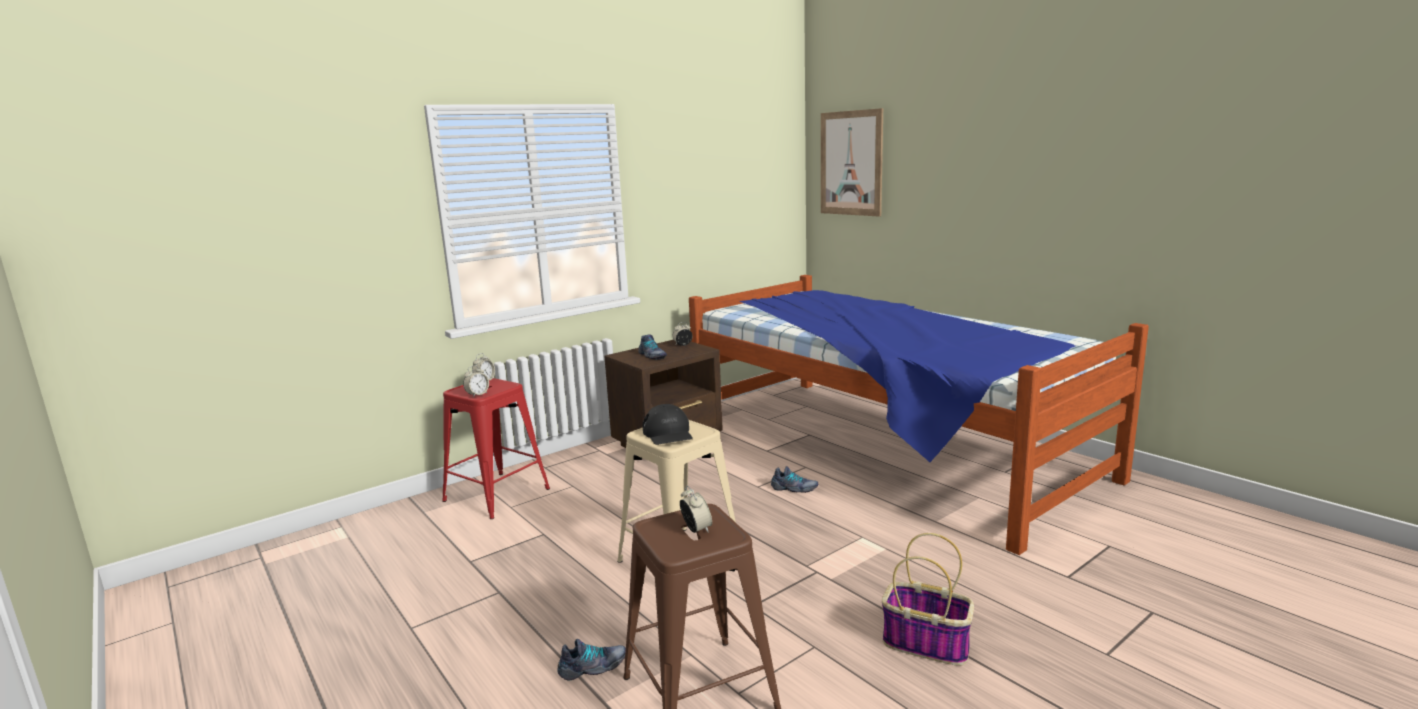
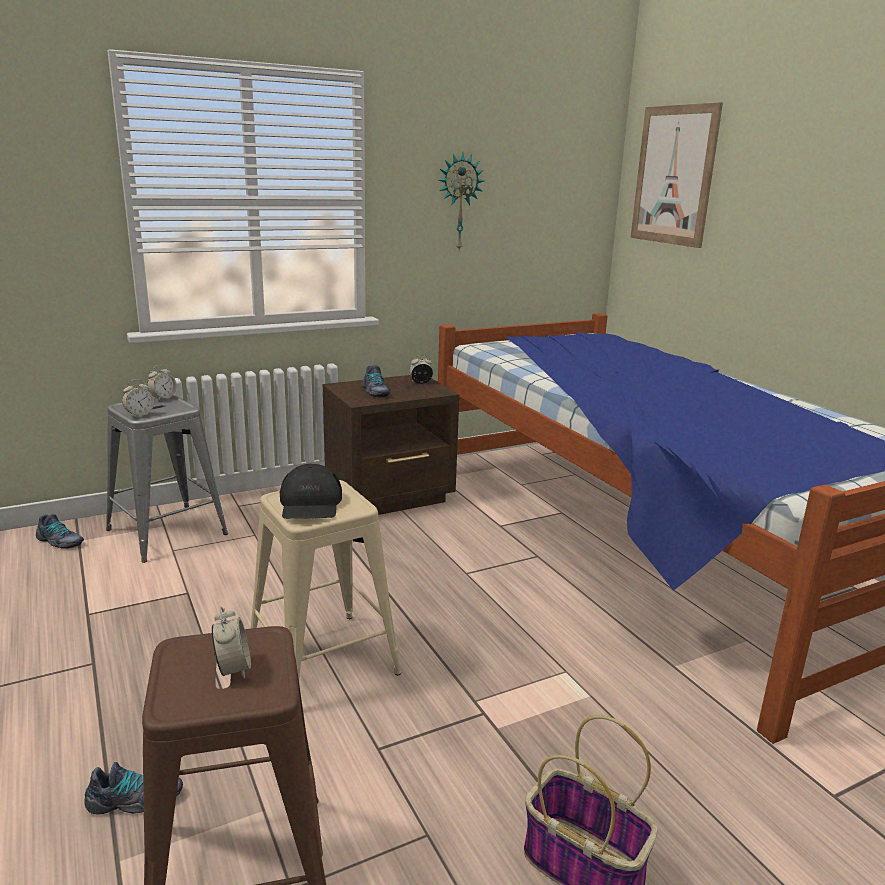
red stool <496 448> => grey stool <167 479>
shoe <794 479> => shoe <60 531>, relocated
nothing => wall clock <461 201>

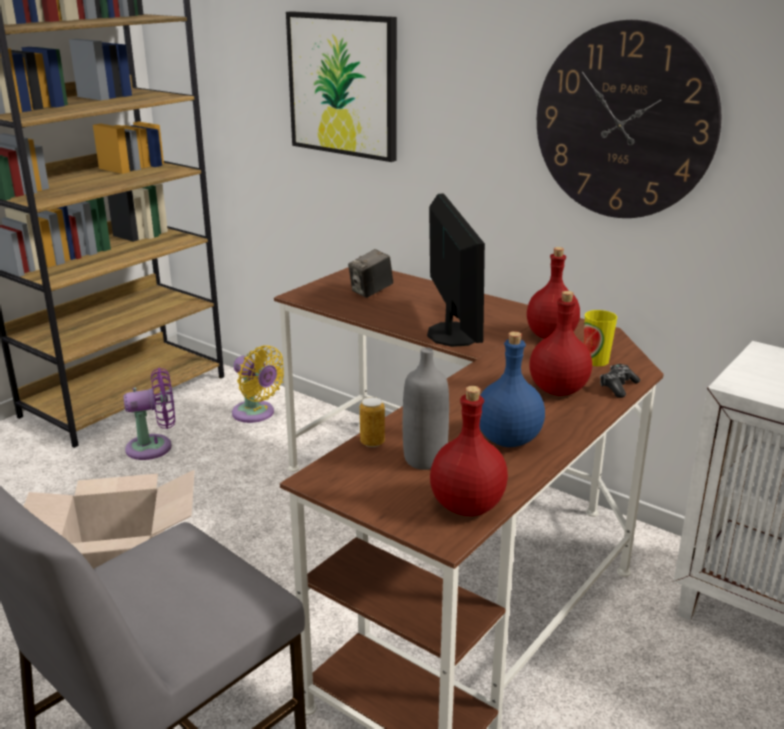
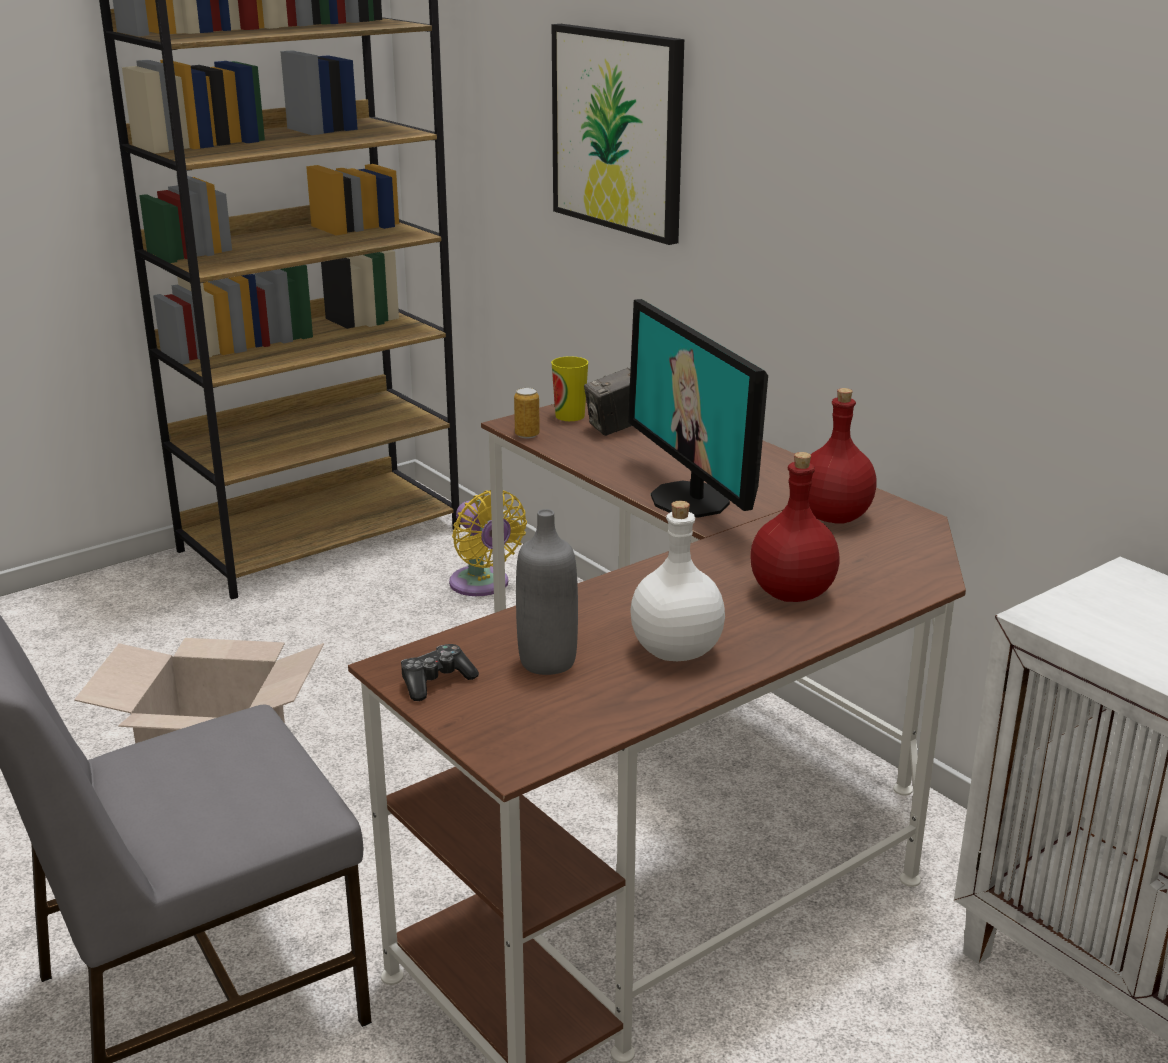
wall clock <629 119> => nothing
monitor <456 270> => monitor <698 408>, 150 degrees clockwise
cup <600 338> => cup <569 388>, relocated
blue bottle <512 389> => white bottle <677 581>
game controller <620 381> => game controller <440 672>, relocated
purple fan <149 414> => nothing
red bottle <469 451> => nothing
can <372 422> => can <527 413>, relocated

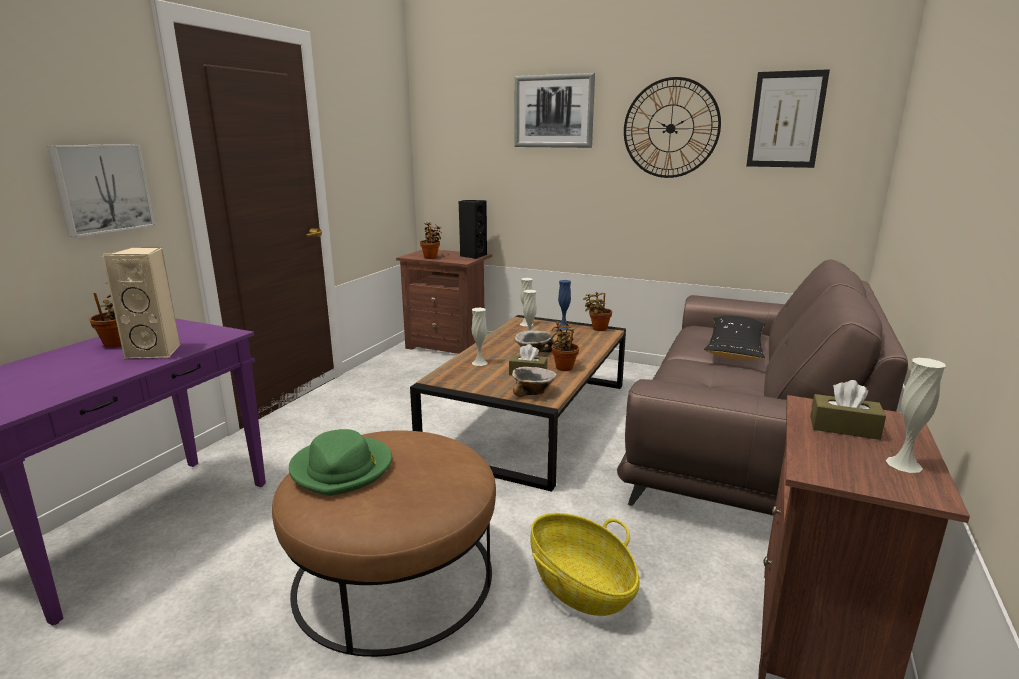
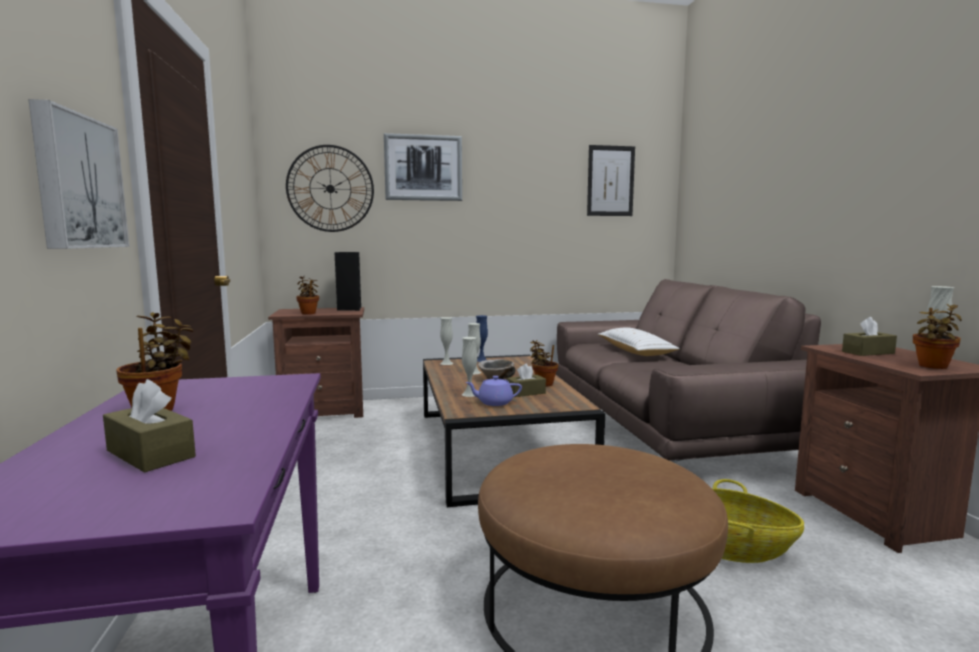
wall clock <672 127> => wall clock <330 188>, relocated
beige speaker <141 303> => nothing
potted plant <597 311> => potted plant <937 336>, relocated
black pillow <734 337> => white pillow <639 341>
bowl <534 382> => nothing
green hat <340 462> => nothing
nothing => purple teapot <493 391>
nothing => brown tissue box <149 426>

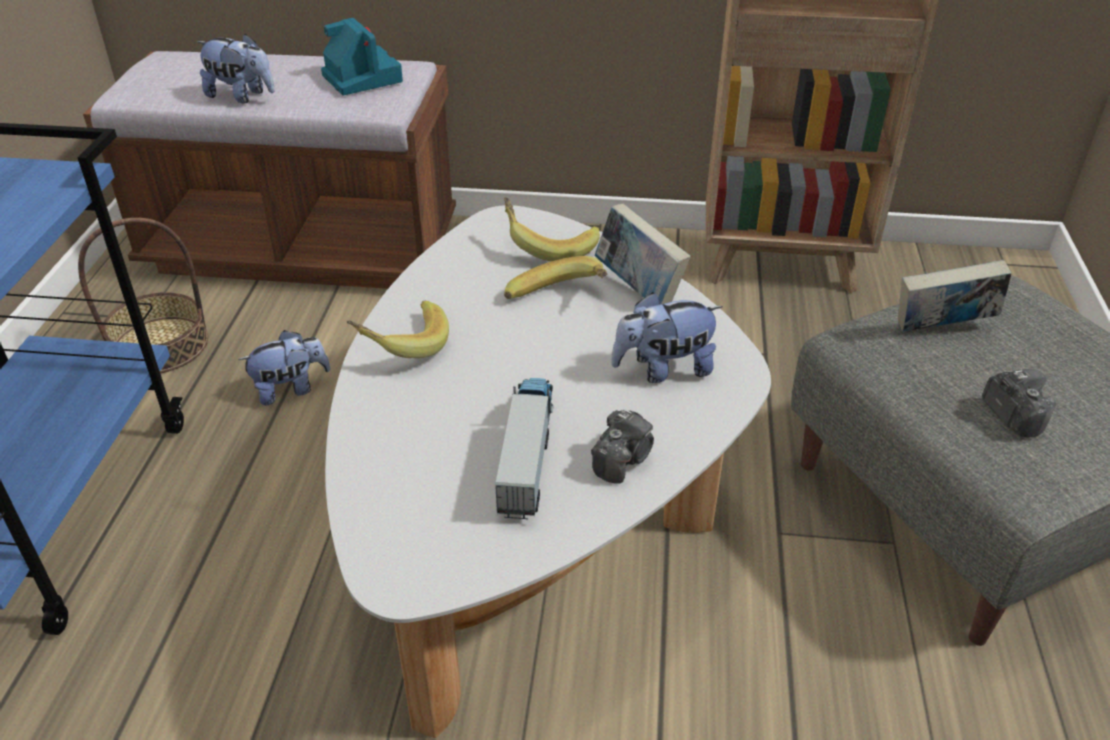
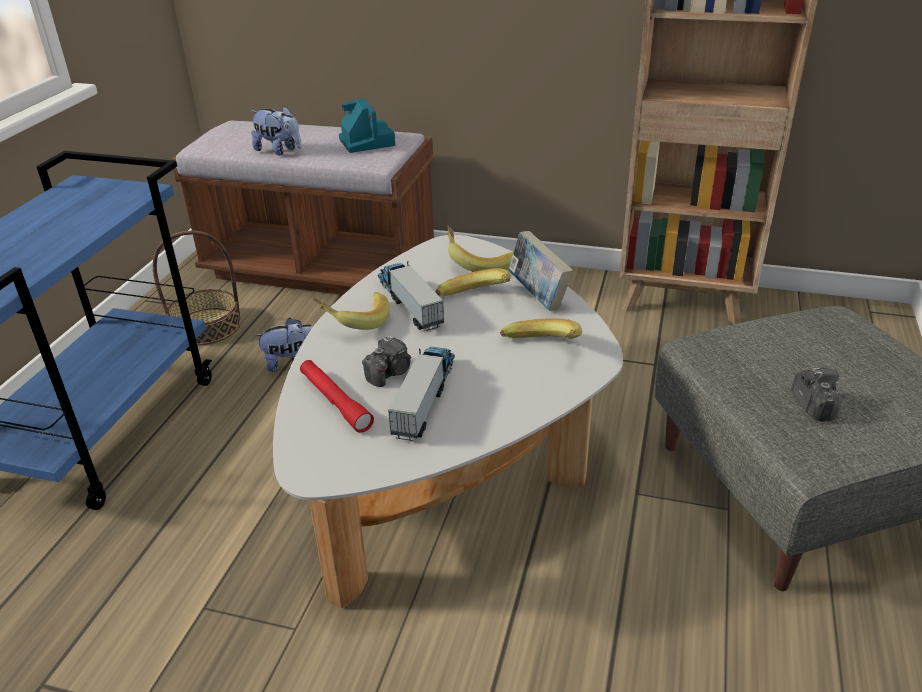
book <954 296> => nothing
plush toy <667 337> => banana <541 328>
photo camera <622 446> => photo camera <386 361>, relocated
nothing => toy truck <411 296>
nothing => red flashlight <337 396>

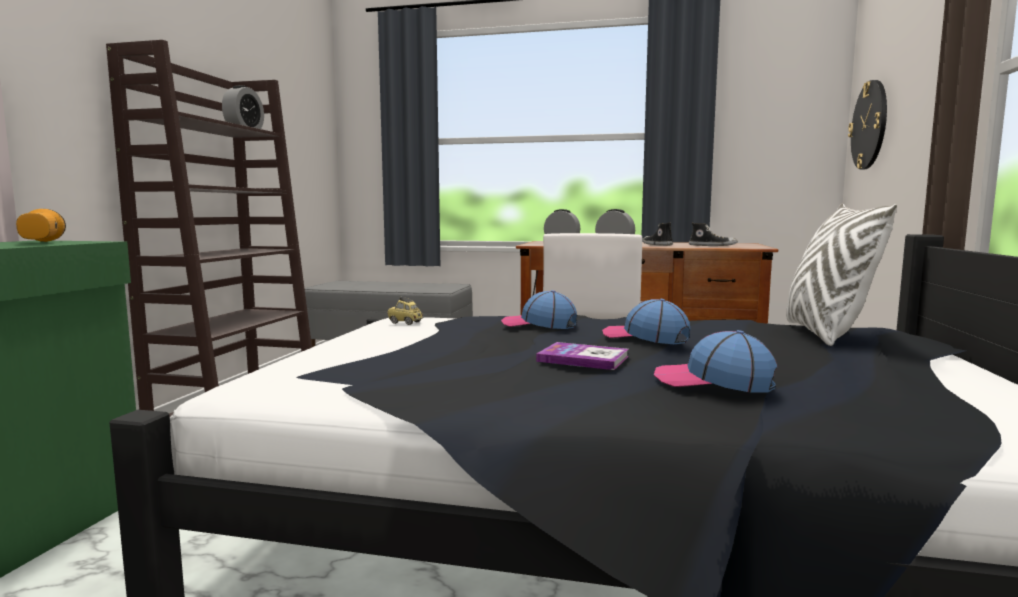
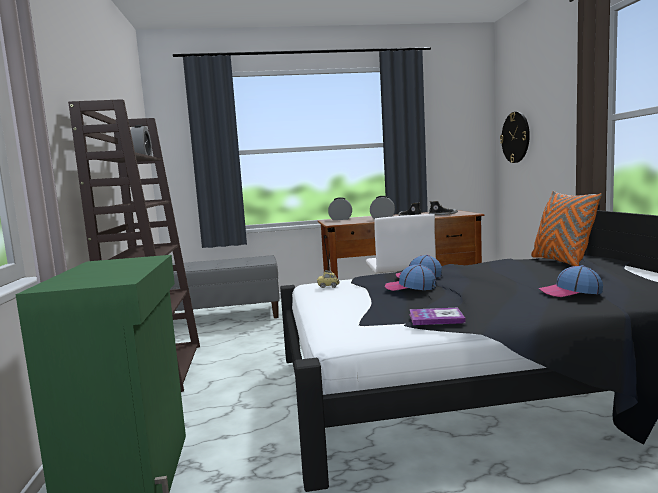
white pillow <841 275> => orange pillow <566 228>
flashlight <41 225> => nothing
cap <646 321> => cap <410 277>, relocated
book <582 356> => book <437 316>, relocated

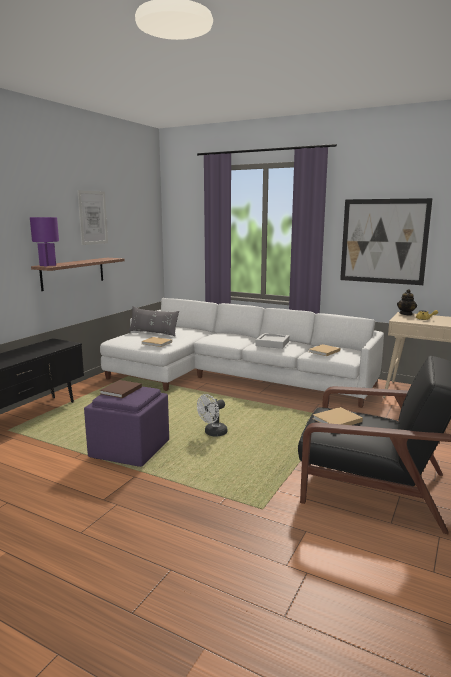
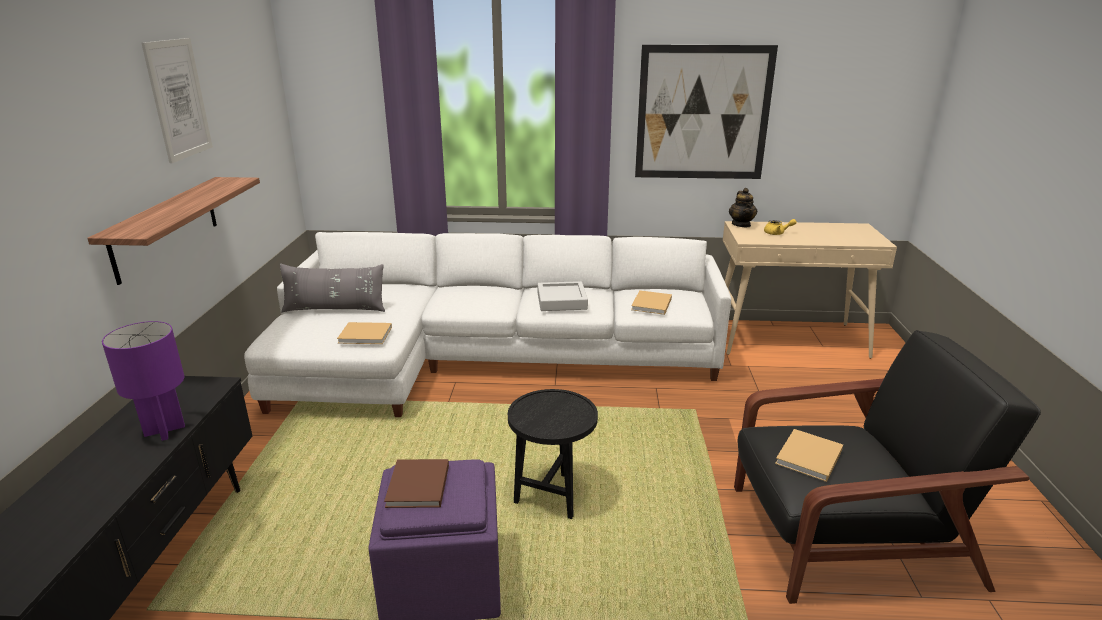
purple table lamp <44 242> => purple table lamp <143 381>, relocated
white fan <212 415> => black side table <553 454>

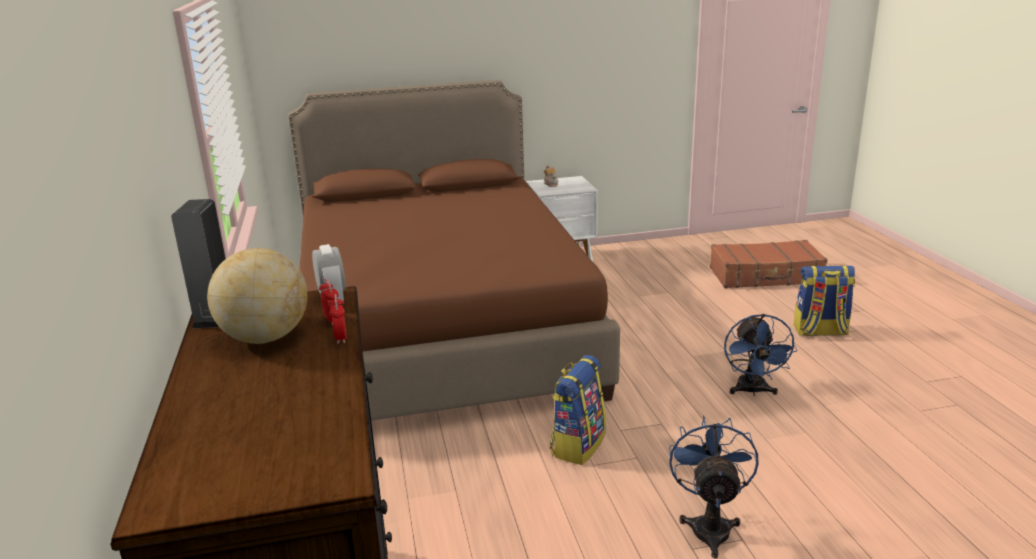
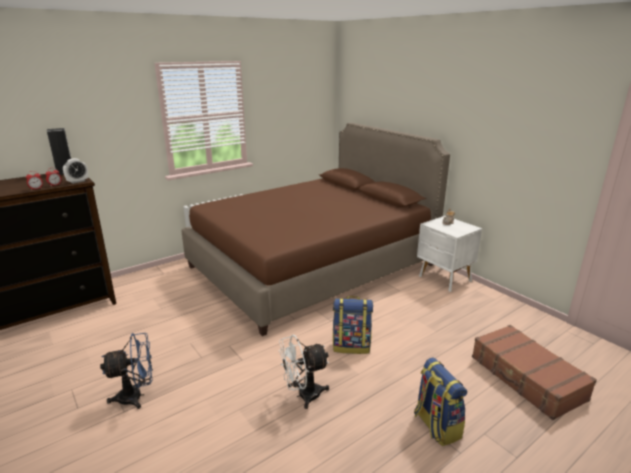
globe <257 296> => nothing
blue fan <760 355> => white fan <304 372>
backpack <578 410> => backpack <353 325>, relocated

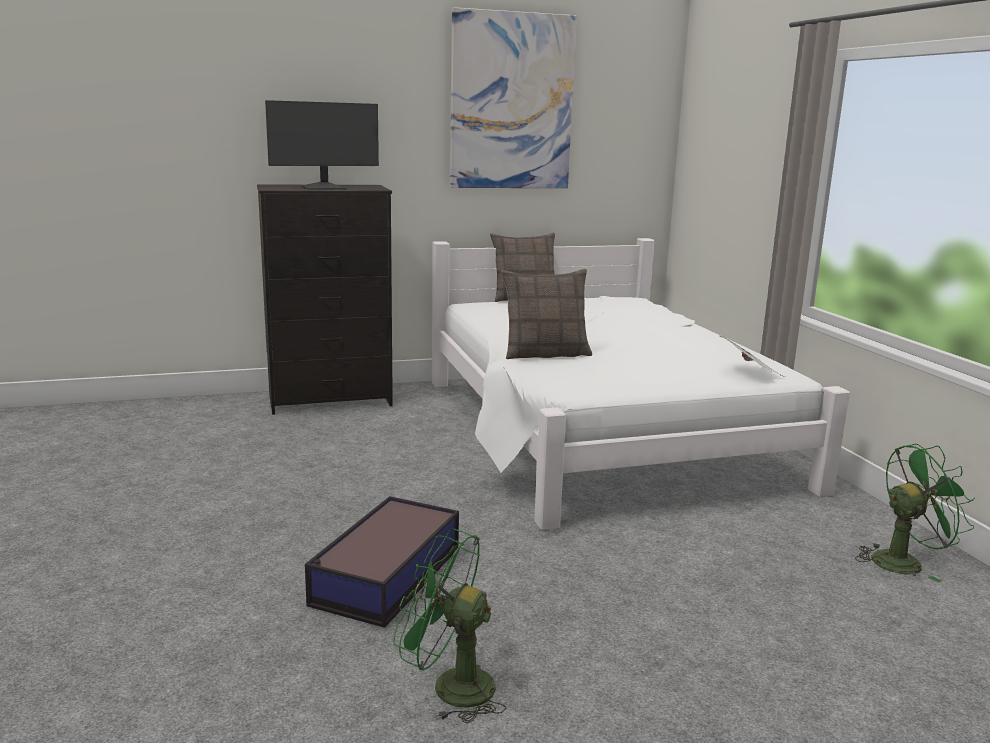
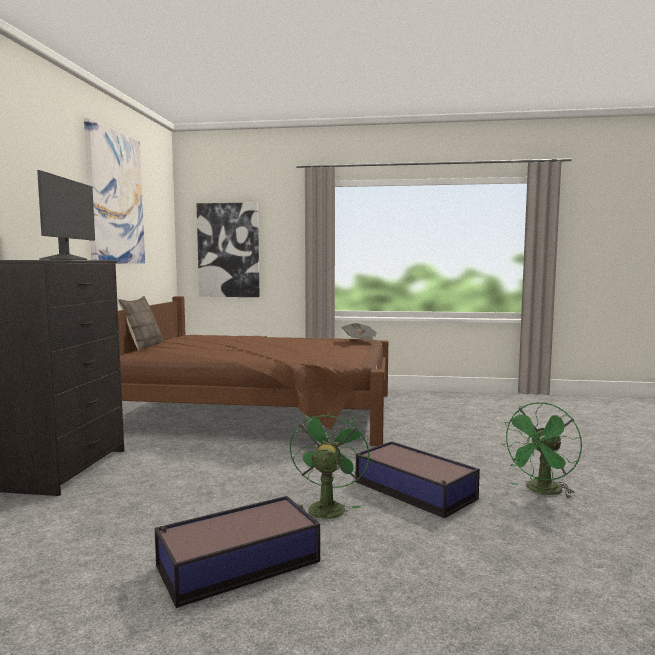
white bed <641 384> => brown bed <253 371>
pillow <546 314> => nothing
green fan <915 513> => green fan <330 464>, relocated
nothing => picture <228 249>
nothing => storage box <237 552>

